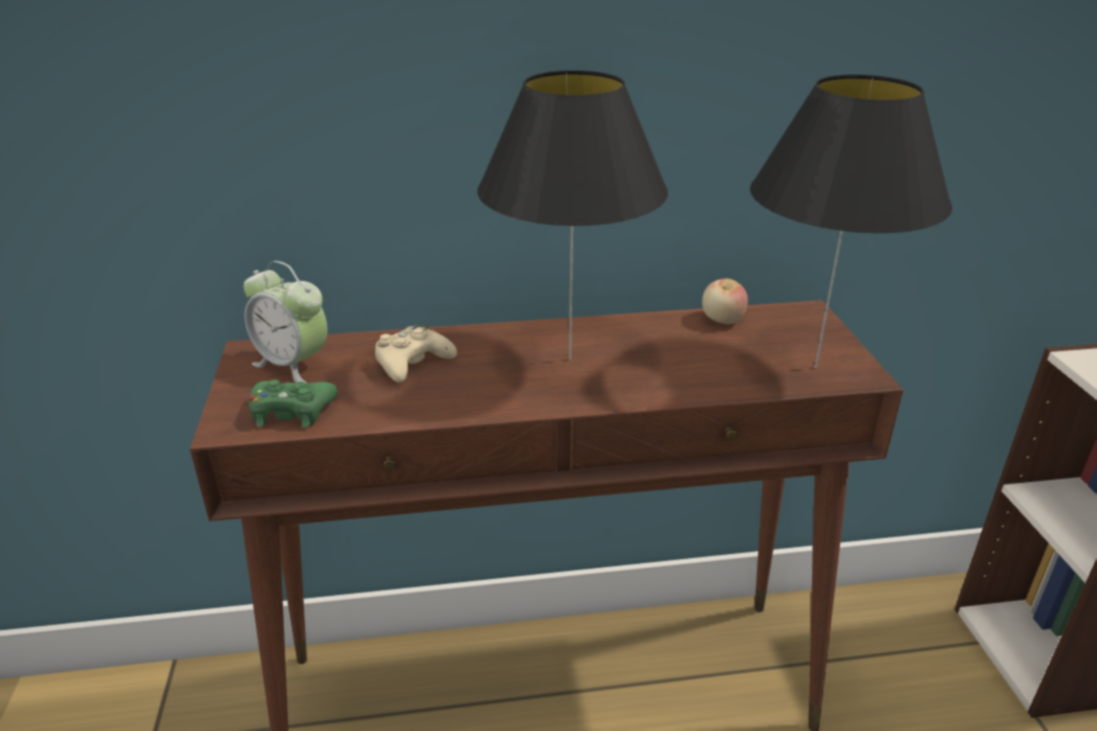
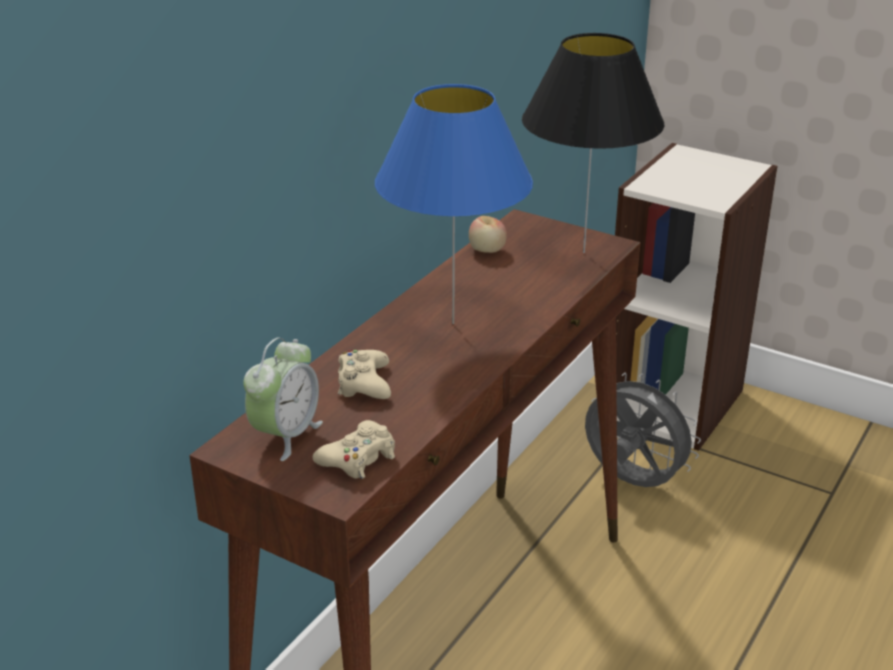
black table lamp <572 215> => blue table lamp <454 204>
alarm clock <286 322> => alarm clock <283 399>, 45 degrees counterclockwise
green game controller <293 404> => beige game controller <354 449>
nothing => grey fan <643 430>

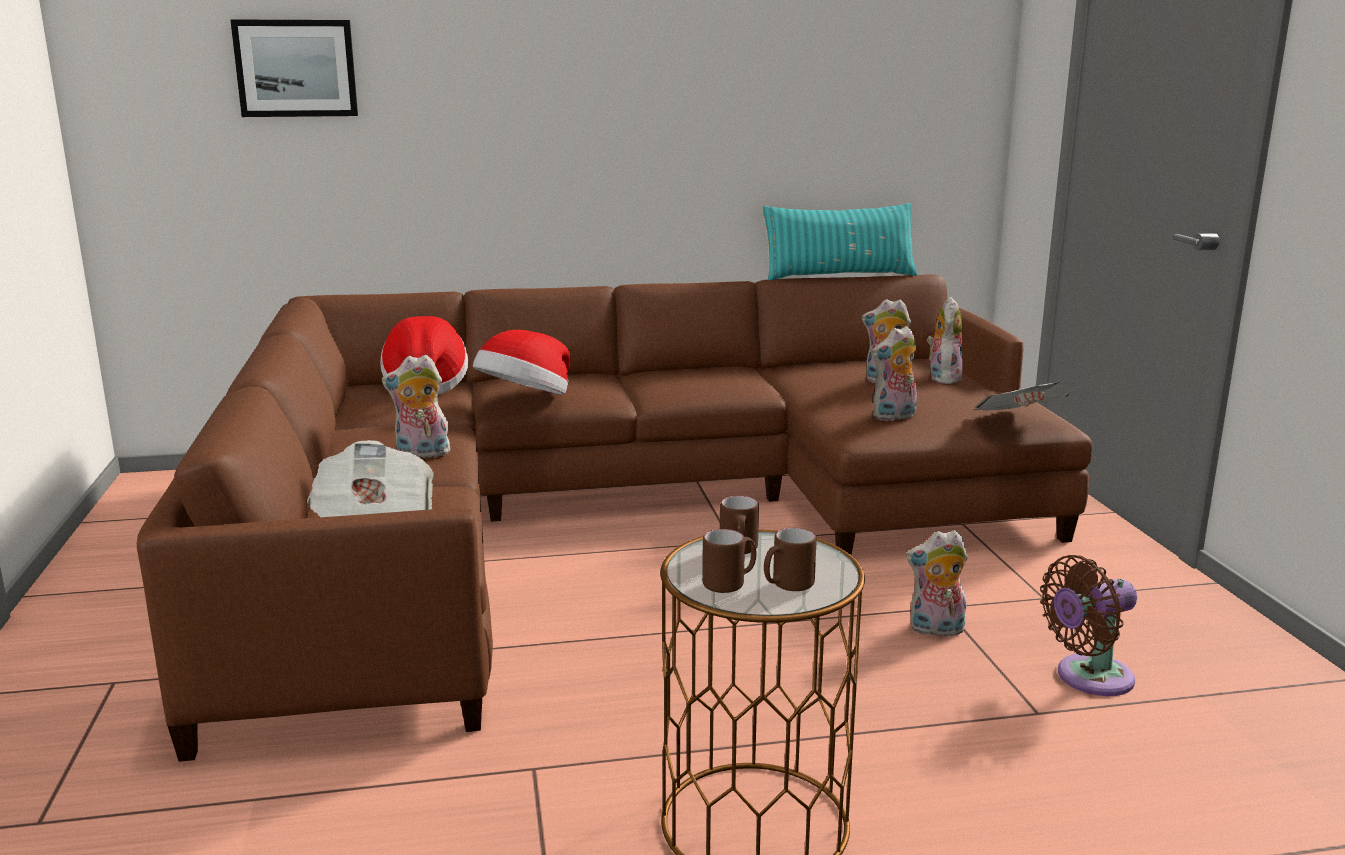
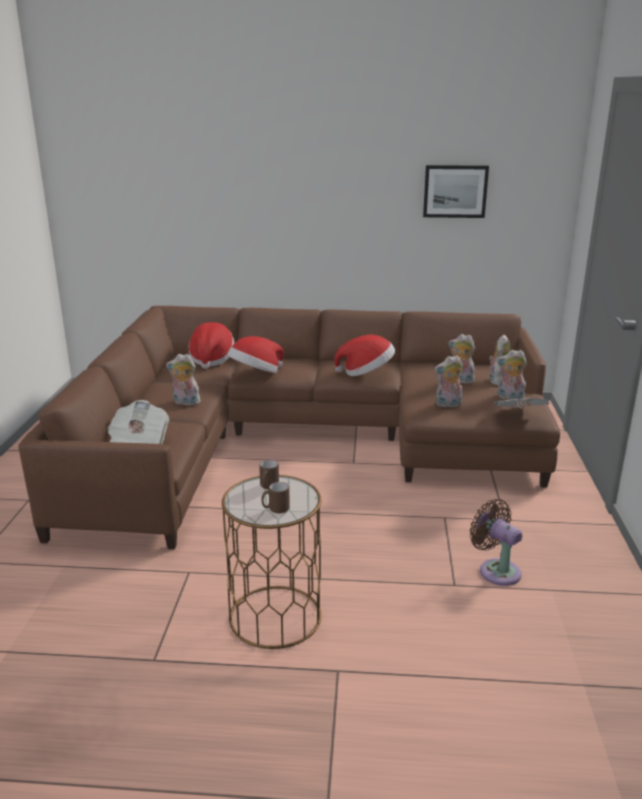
picture <294 68> => picture <456 191>, relocated
turquoise pillow <840 241> => nothing
brown mug <729 561> => nothing
plush toy <937 583> => plush toy <512 375>, relocated
brown fan <1088 625> => brown fan <496 542>, 60 degrees clockwise
nothing => hat <364 355>

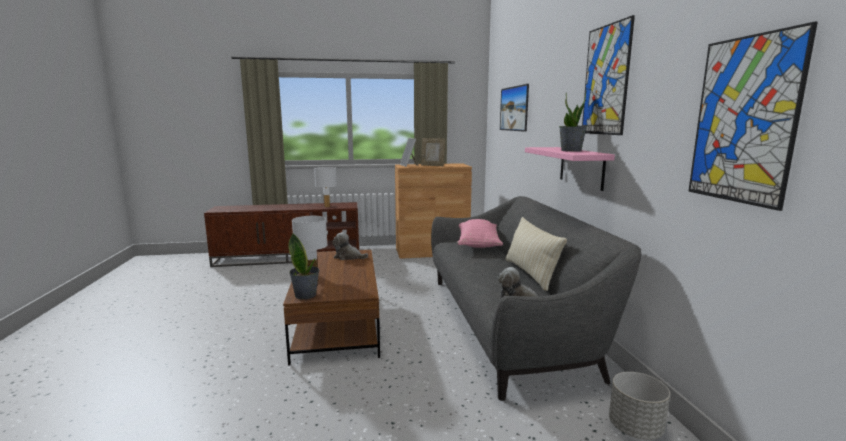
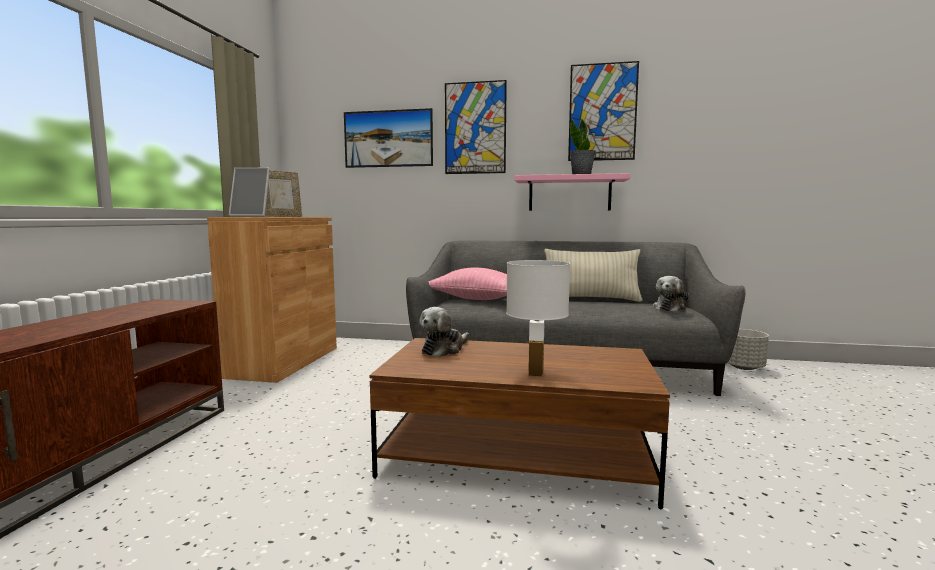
picture <753 116> => picture <476 127>, relocated
white table lamp <325 187> => nothing
potted plant <303 266> => nothing

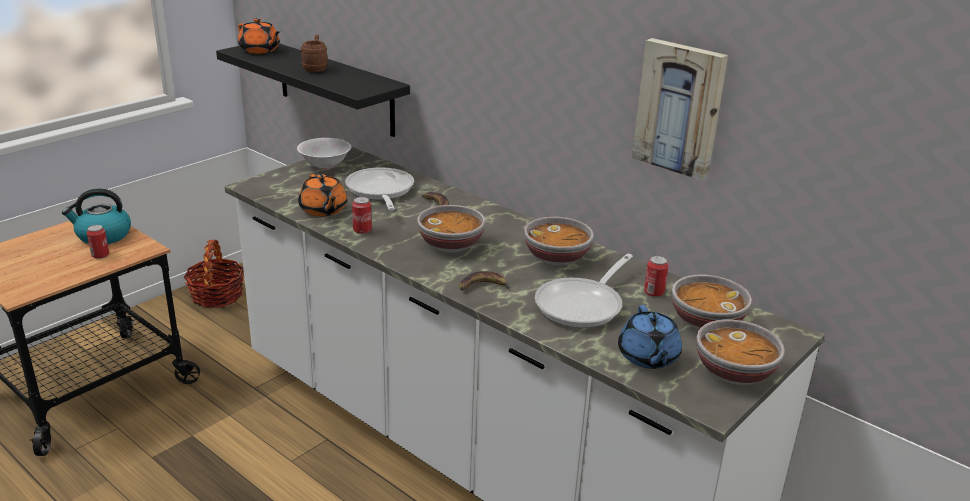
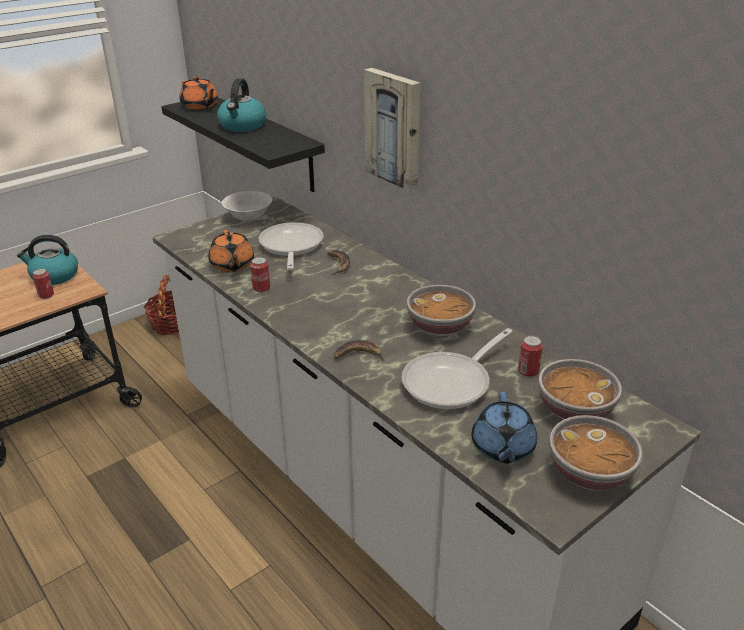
brown mug <314 53> => kettle <241 105>
picture <680 109> => picture <392 130>, relocated
bowl <451 229> => nothing

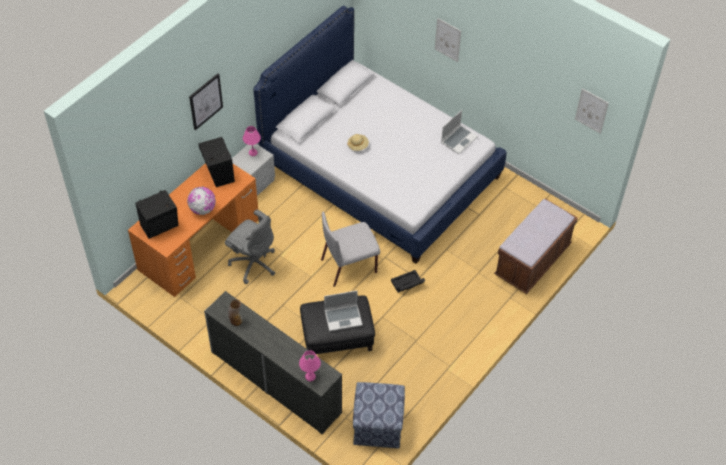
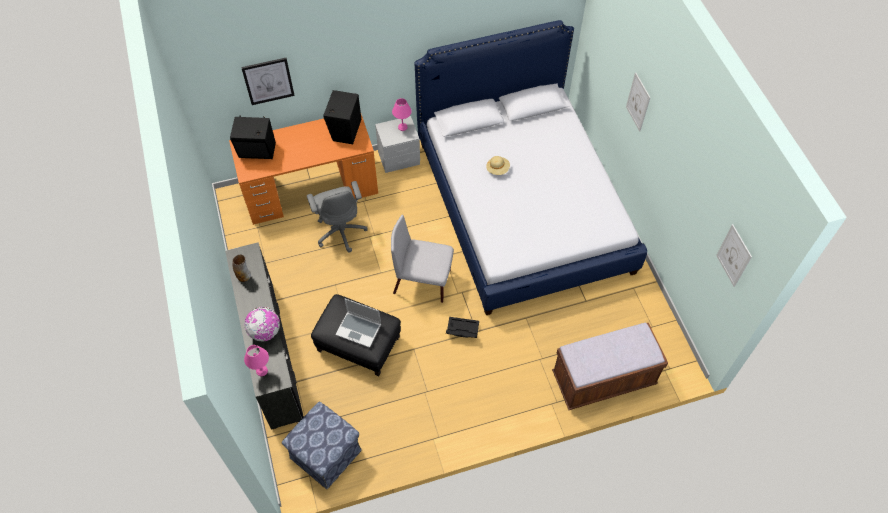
picture <206 102> => picture <268 81>, relocated
laptop <459 132> => nothing
globe <201 201> => globe <262 324>, relocated

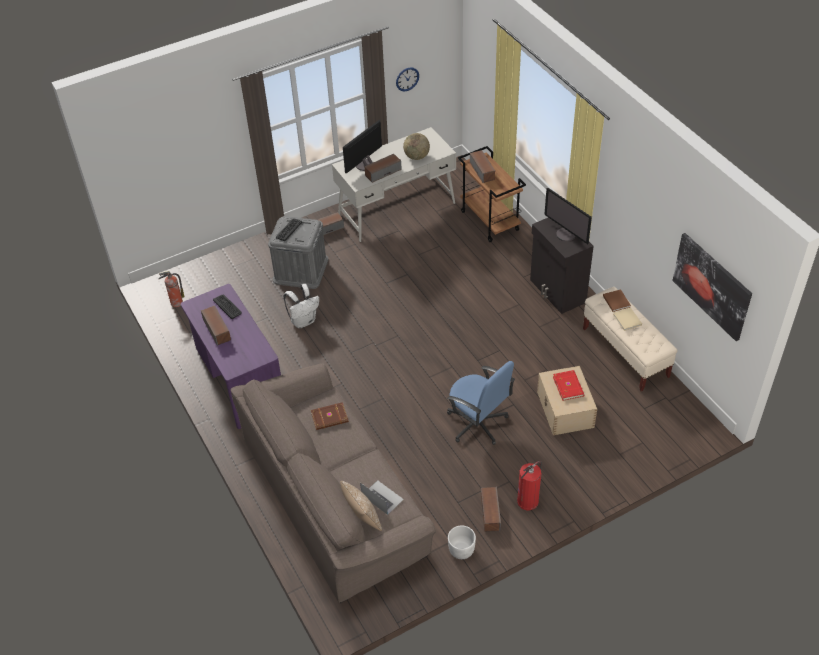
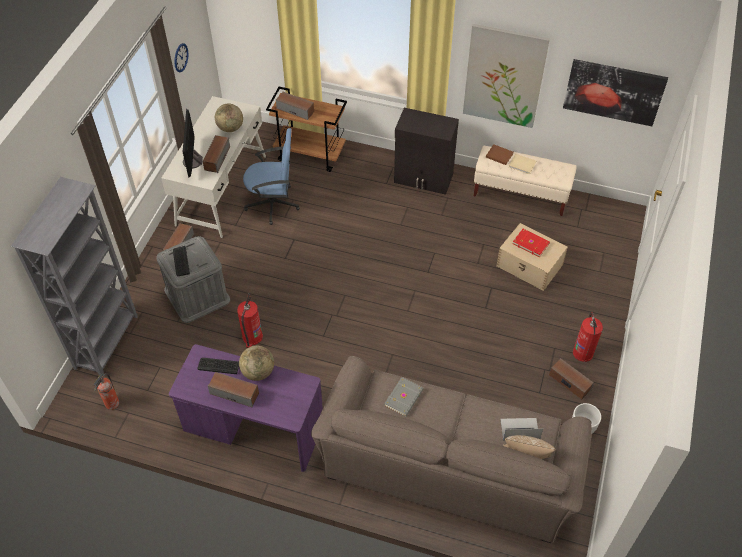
monitor <568 216> => nothing
white backpack <301 306> => fire extinguisher <250 320>
blue office chair <481 403> => blue office chair <271 176>, relocated
brown book <330 416> => grey book <404 397>
nothing => picture <506 76>
nothing => grey bookcase <74 276>
nothing => globe <256 363>

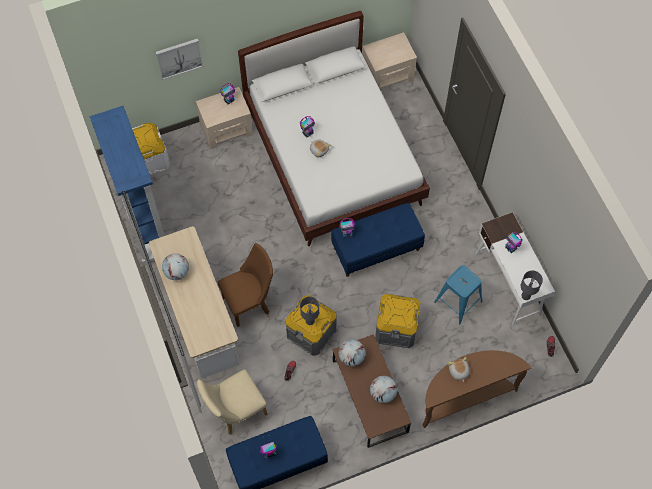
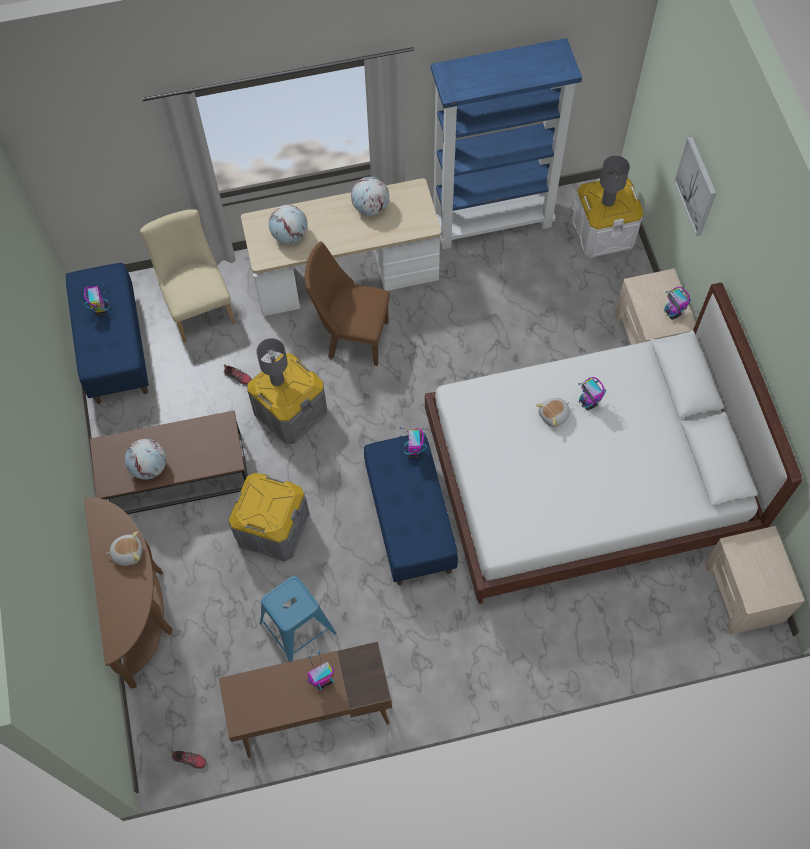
white desk <515 269> => brown desk <305 699>
brown chair <245 285> => brown chair <347 303>, 120 degrees clockwise
grey table lamp <532 285> => grey table lamp <615 181>, relocated
globe <352 353> => globe <288 224>, relocated

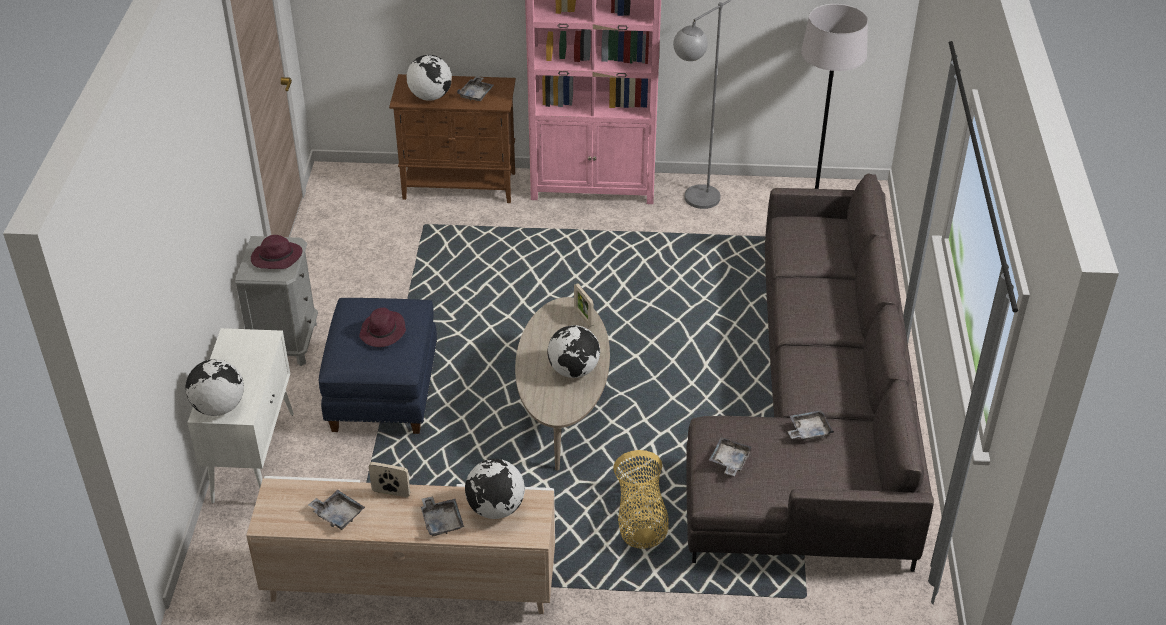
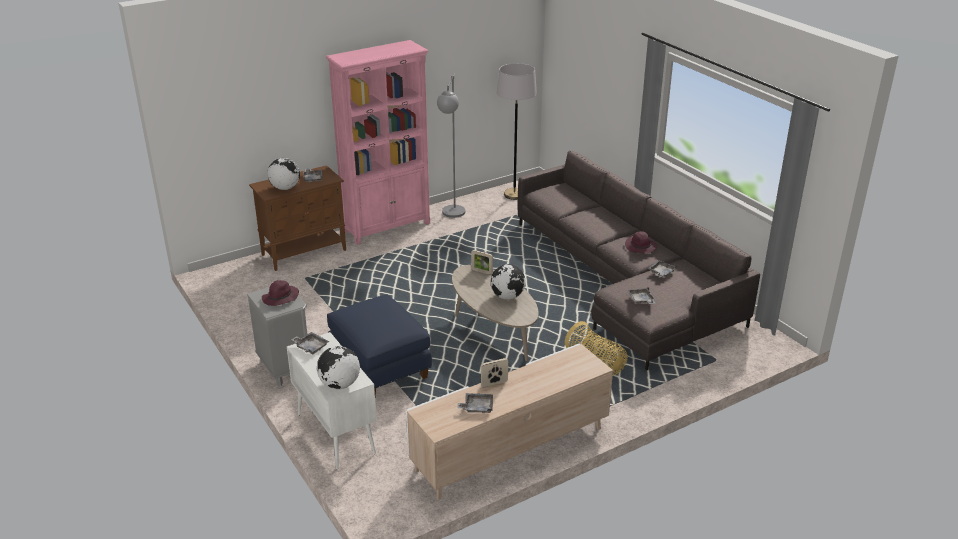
purple hat <382 327> => purple hat <641 242>, relocated
globe <495 489> => nothing
grey tray <442 516> => grey tray <310 343>, relocated

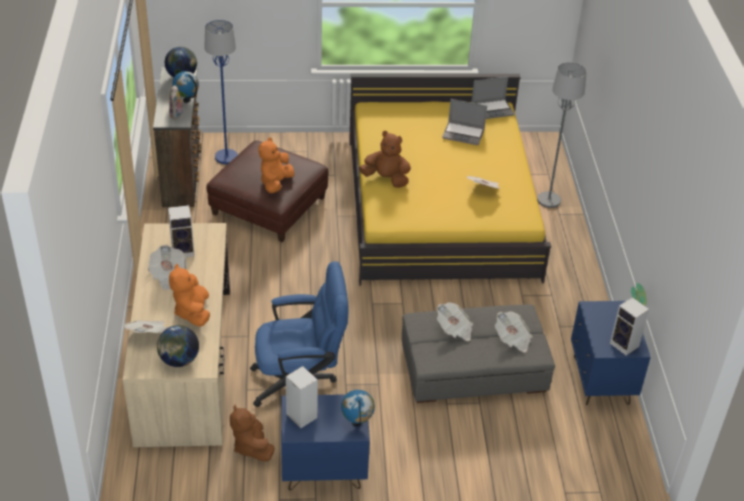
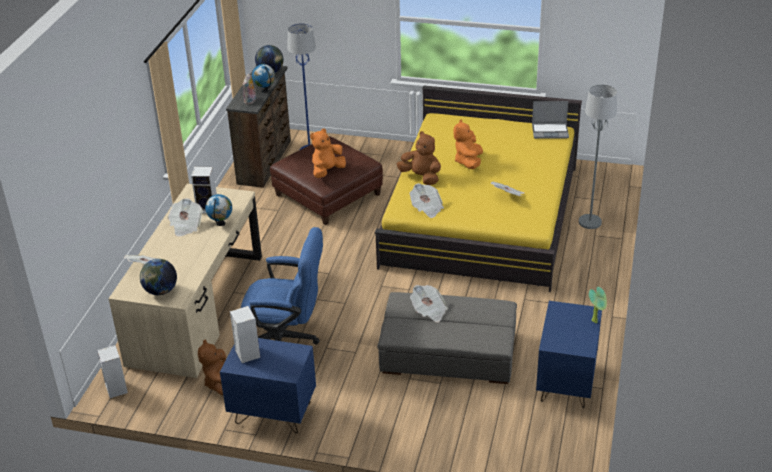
laptop <464 122> => nothing
orange plush toy <189 295> => orange plush toy <468 144>, relocated
speaker <629 326> => speaker <112 371>, relocated
newspaper <513 332> => newspaper <426 200>, relocated
globe <358 408> => globe <218 210>, relocated

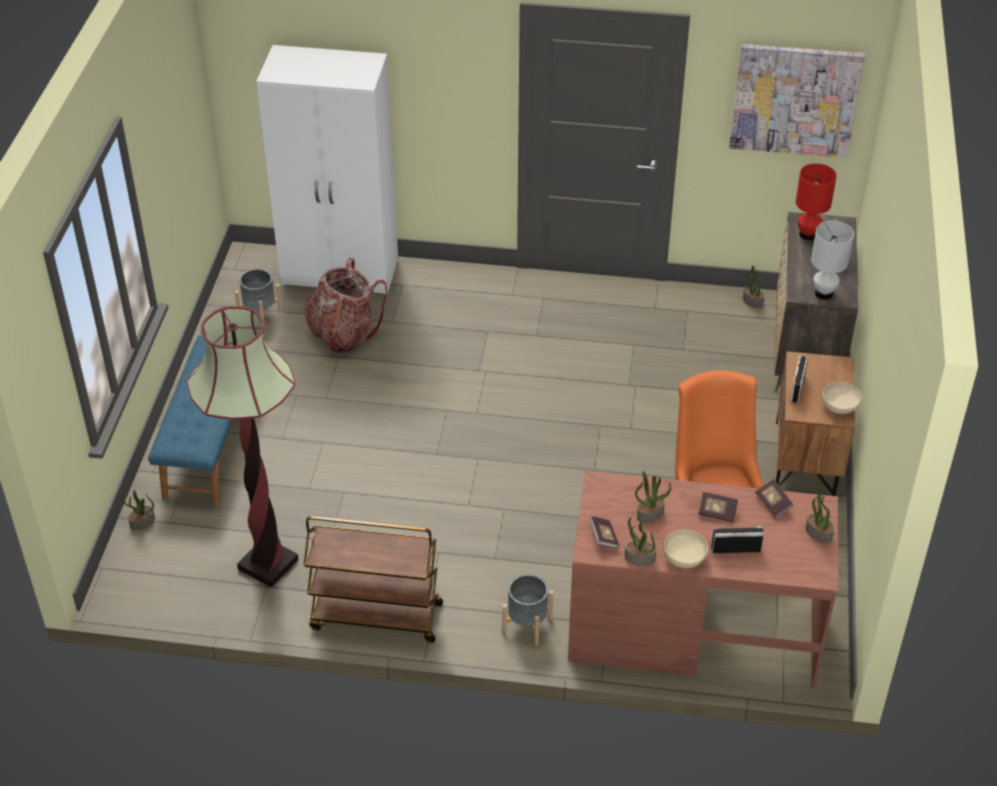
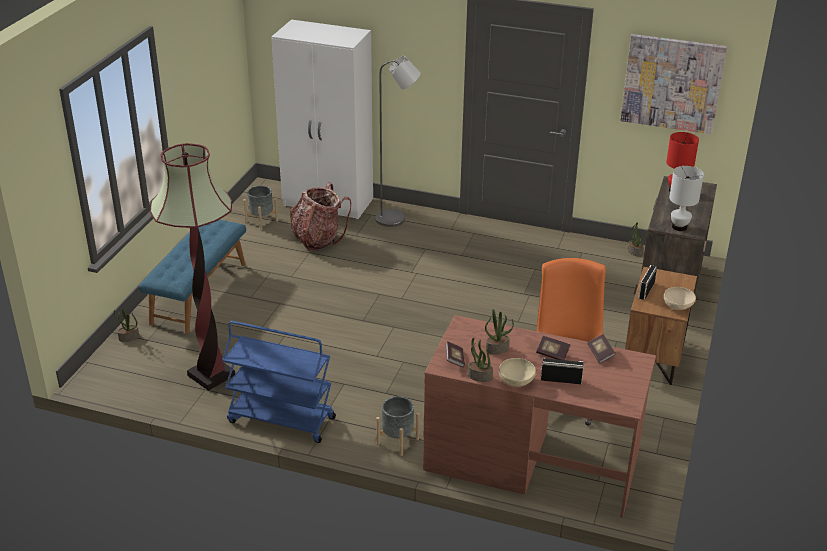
potted plant <819 516> => nothing
brown cart <373 579> => blue cart <279 382>
nothing => grey floor lamp <398 141>

